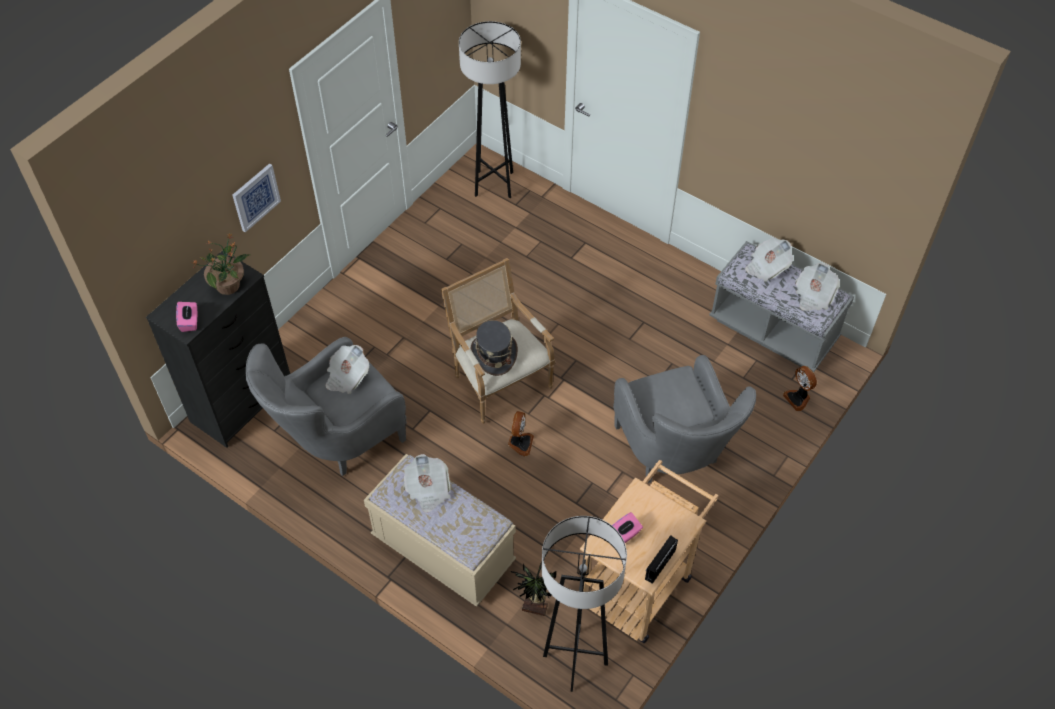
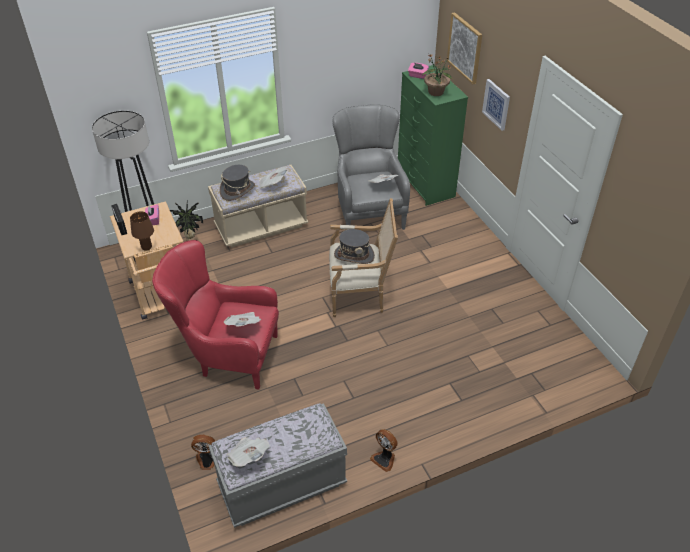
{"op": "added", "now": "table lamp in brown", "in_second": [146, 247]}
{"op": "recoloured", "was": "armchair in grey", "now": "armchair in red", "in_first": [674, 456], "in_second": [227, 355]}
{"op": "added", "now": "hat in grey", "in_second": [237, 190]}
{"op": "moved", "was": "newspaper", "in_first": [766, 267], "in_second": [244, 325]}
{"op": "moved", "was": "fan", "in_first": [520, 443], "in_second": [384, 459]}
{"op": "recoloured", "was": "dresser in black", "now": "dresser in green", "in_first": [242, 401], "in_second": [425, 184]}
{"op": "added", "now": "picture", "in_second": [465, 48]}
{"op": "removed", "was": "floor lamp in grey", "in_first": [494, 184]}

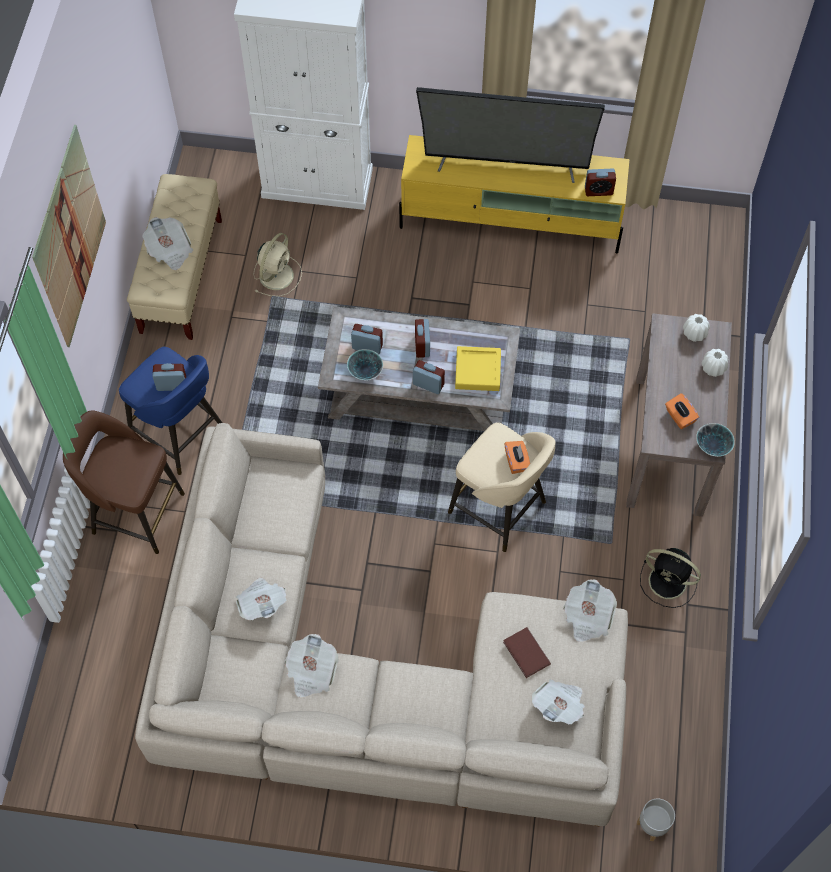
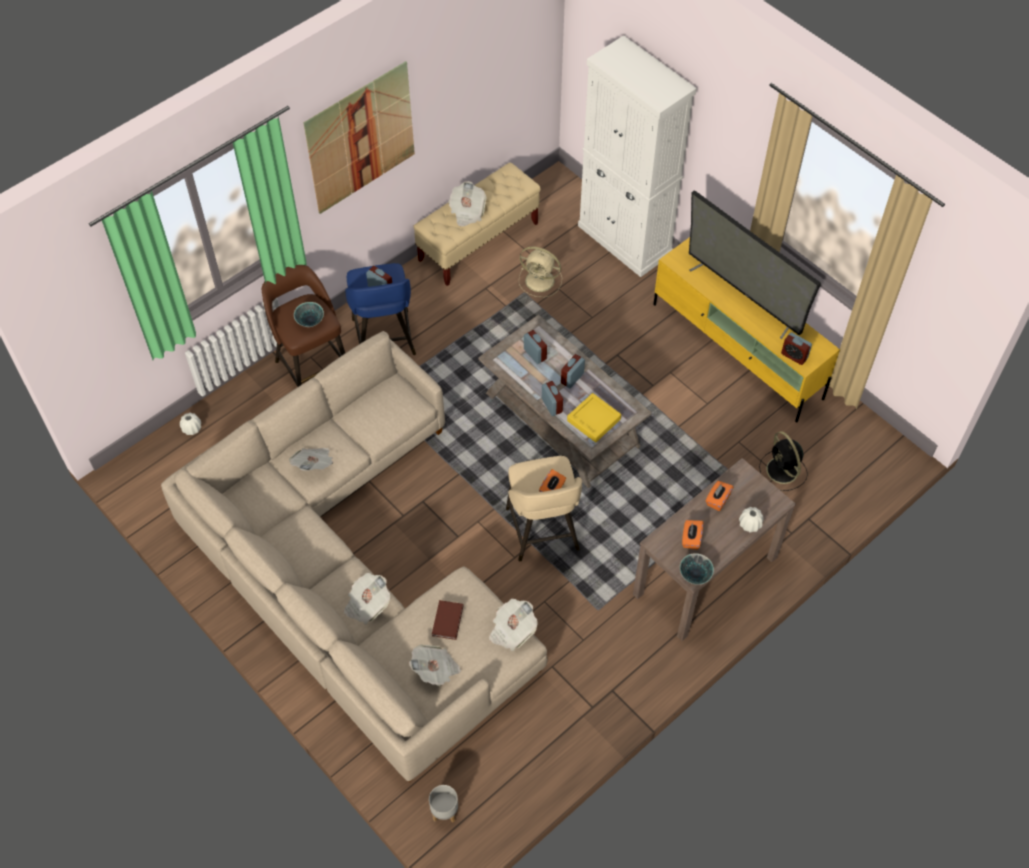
{"op": "moved", "was": "vase in white", "in_first": [694, 333], "in_second": [192, 428]}
{"op": "moved", "was": "bowl", "in_first": [365, 372], "in_second": [310, 321]}
{"op": "moved", "was": "newspaper", "in_first": [311, 672], "in_second": [367, 604]}
{"op": "turned", "was": "fan in beige", "in_first": [277, 274], "in_second": [541, 281], "clockwise": 45}
{"op": "added", "now": "tissue box in orange", "in_second": [717, 500]}
{"op": "moved", "was": "fan in black", "in_first": [669, 582], "in_second": [783, 471]}

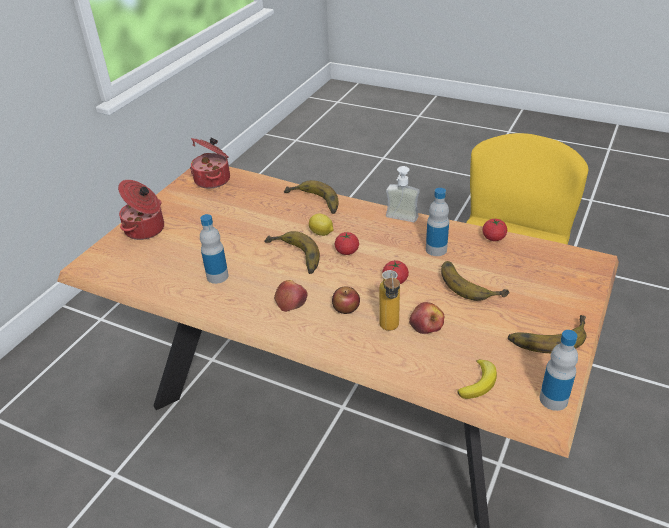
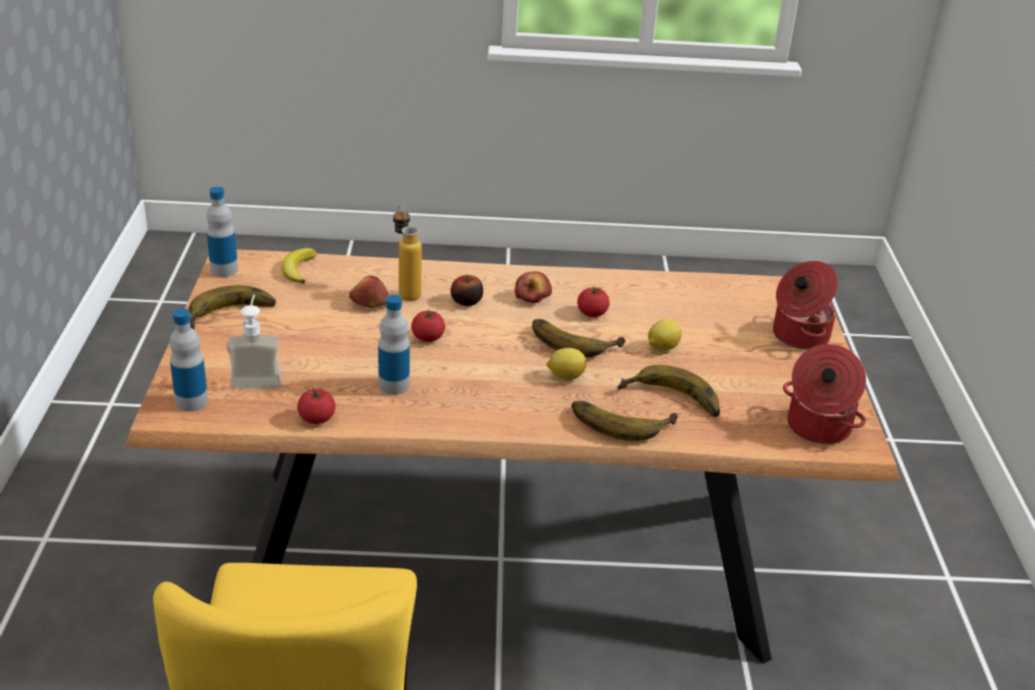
{"op": "moved", "was": "bottle", "in_first": [217, 276], "in_second": [191, 402]}
{"op": "moved", "was": "soap dispenser", "in_first": [400, 220], "in_second": [257, 377]}
{"op": "moved", "was": "tomato", "in_first": [347, 251], "in_second": [592, 313]}
{"op": "moved", "was": "banana", "in_first": [471, 283], "in_second": [670, 402]}
{"op": "added", "now": "lemon", "in_second": [662, 347]}

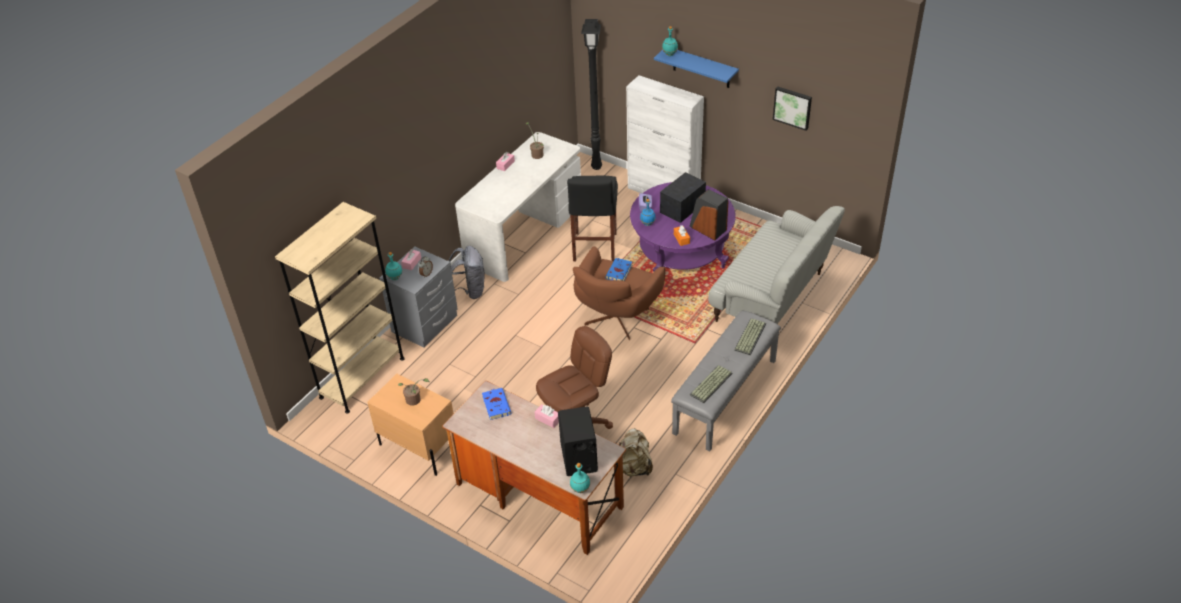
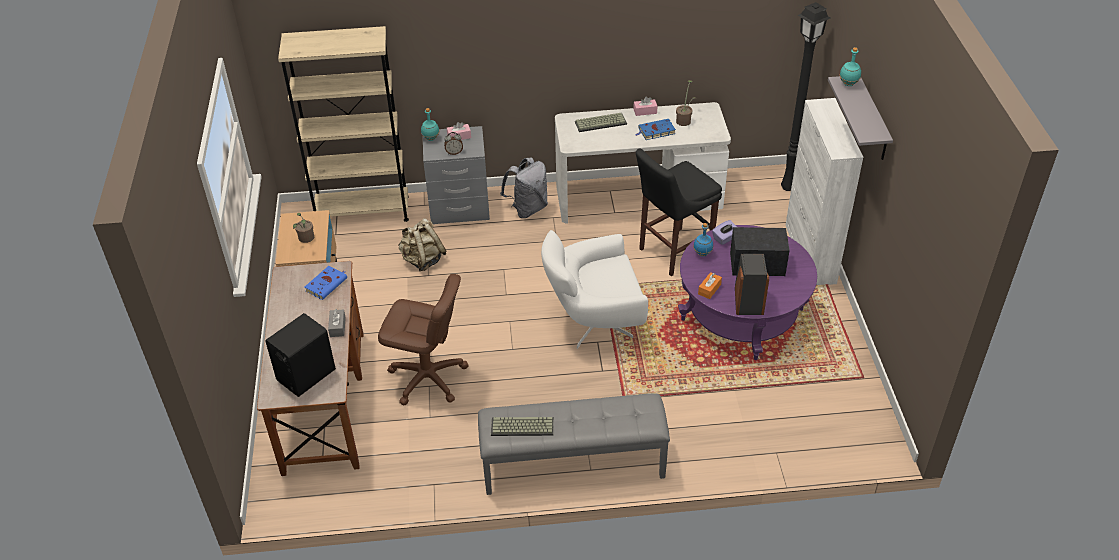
{"op": "recoloured", "was": "tissue box in pink", "now": "tissue box in grey", "in_first": [548, 419], "in_second": [337, 327]}
{"op": "moved", "was": "backpack in beige", "in_first": [633, 467], "in_second": [423, 260]}
{"op": "recoloured", "was": "armchair in brown", "now": "armchair in white", "in_first": [615, 319], "in_second": [594, 323]}
{"op": "moved", "was": "keyboard", "in_first": [749, 336], "in_second": [601, 122]}
{"op": "moved", "was": "book in blue", "in_first": [618, 272], "in_second": [655, 131]}
{"op": "recoloured", "was": "shelf in blue", "now": "shelf in grey", "in_first": [701, 68], "in_second": [873, 120]}
{"op": "removed", "was": "bottle in turquoise", "in_first": [580, 489]}
{"op": "removed", "was": "sofa", "in_first": [772, 298]}
{"op": "removed", "was": "picture", "in_first": [793, 107]}

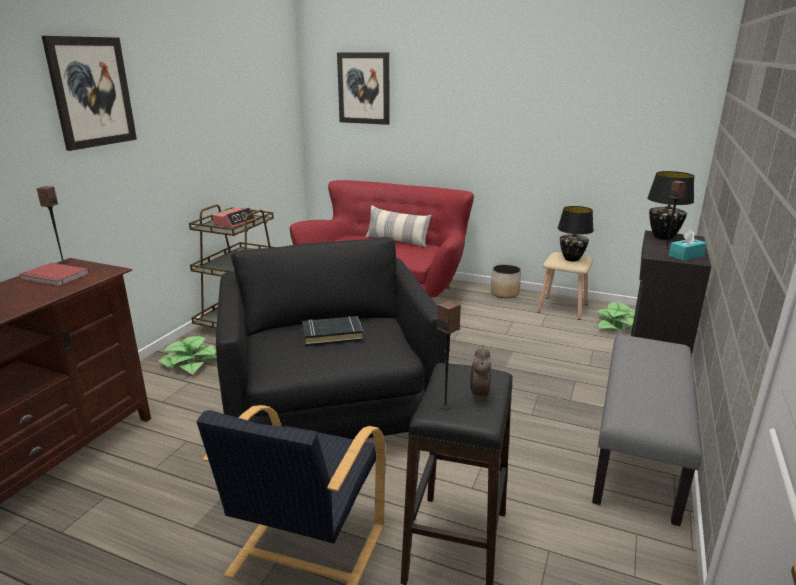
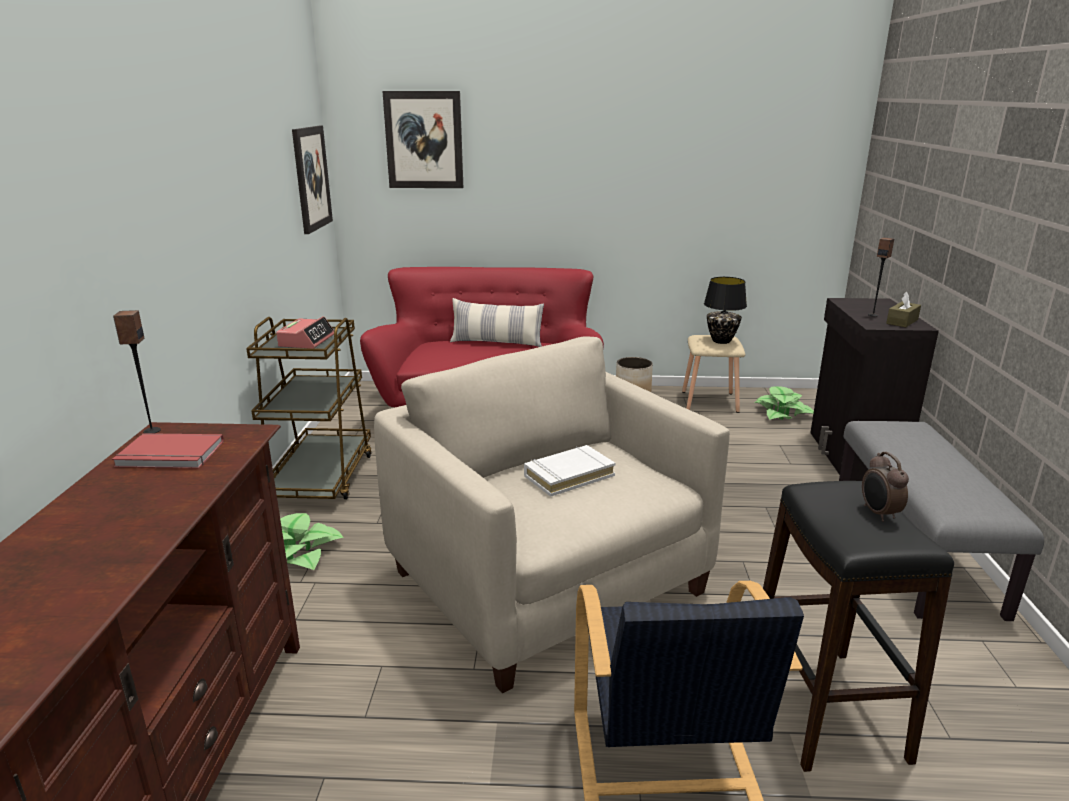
{"op": "moved", "was": "picture", "in_first": [91, 92], "in_second": [311, 178]}
{"op": "recoloured", "was": "armchair in black", "now": "armchair in beige", "in_first": [331, 414], "in_second": [549, 583]}
{"op": "recoloured", "was": "book in black", "now": "book in white", "in_first": [332, 335], "in_second": [568, 475]}
{"op": "recoloured", "was": "tissue box in turquoise", "now": "tissue box in brown", "in_first": [686, 255], "in_second": [902, 321]}
{"op": "removed", "was": "speaker", "in_first": [445, 405]}
{"op": "removed", "was": "table lamp in black", "in_first": [663, 237]}

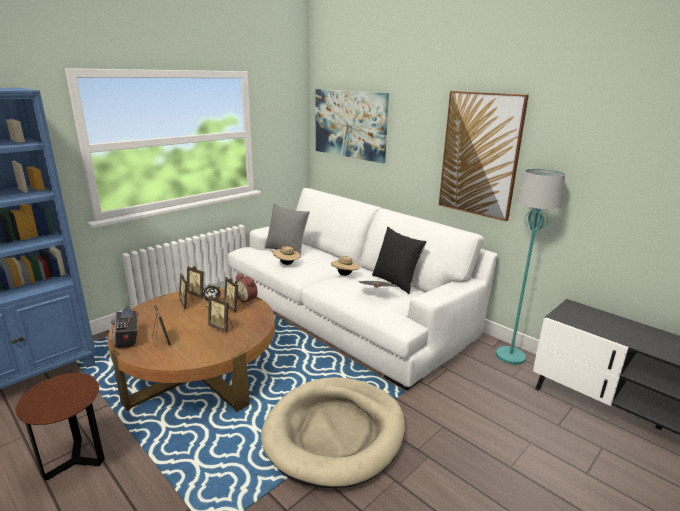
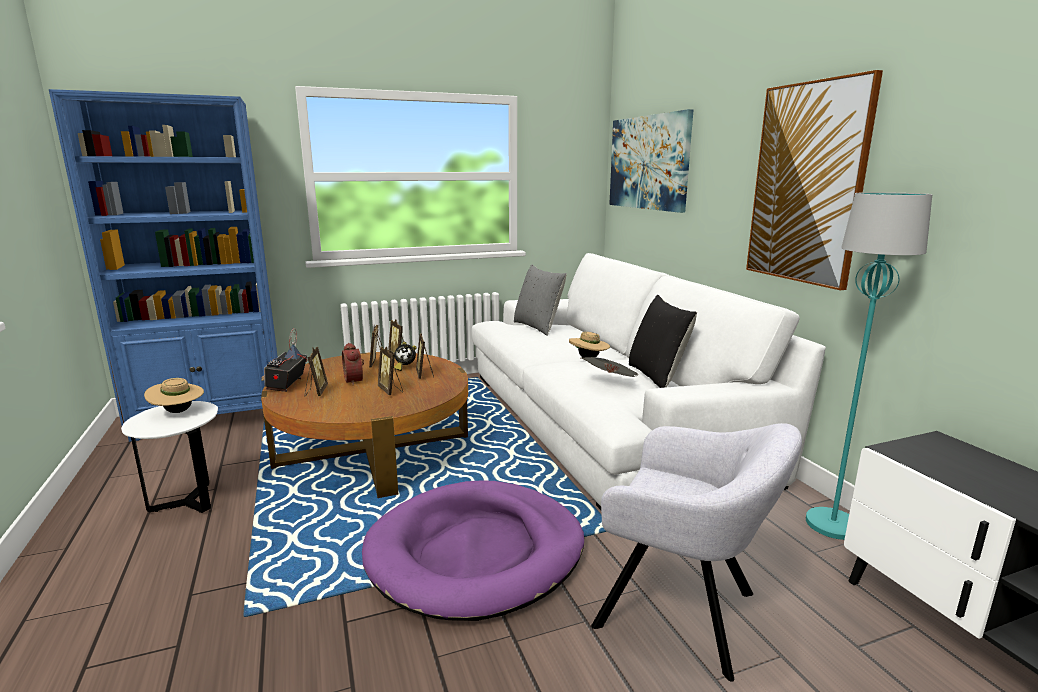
{"op": "recoloured", "was": "side table in brown", "now": "side table in white", "in_first": [75, 461], "in_second": [187, 502]}
{"op": "moved", "was": "hat in beige", "in_first": [287, 264], "in_second": [178, 412]}
{"op": "moved", "was": "alarm clock", "in_first": [247, 299], "in_second": [355, 380]}
{"op": "recoloured", "was": "dog bed in beige", "now": "dog bed in purple", "in_first": [335, 433], "in_second": [476, 553]}
{"op": "added", "now": "armchair in grey", "in_second": [683, 612]}

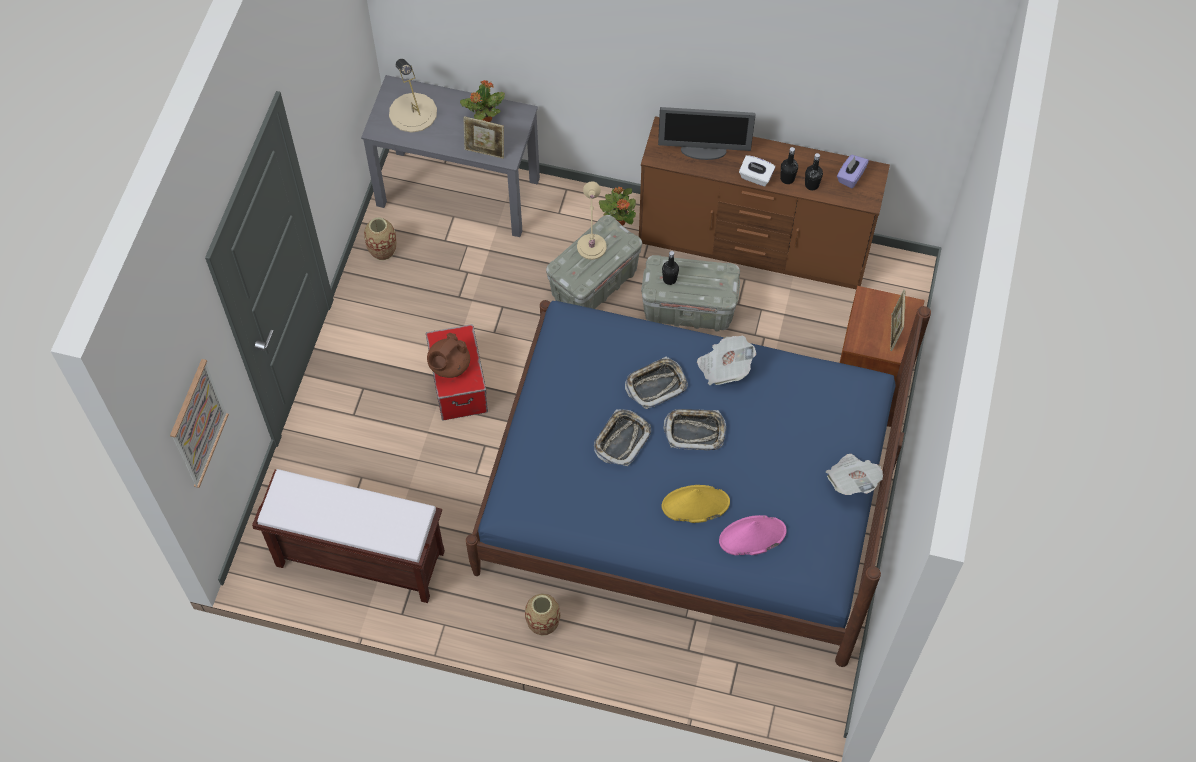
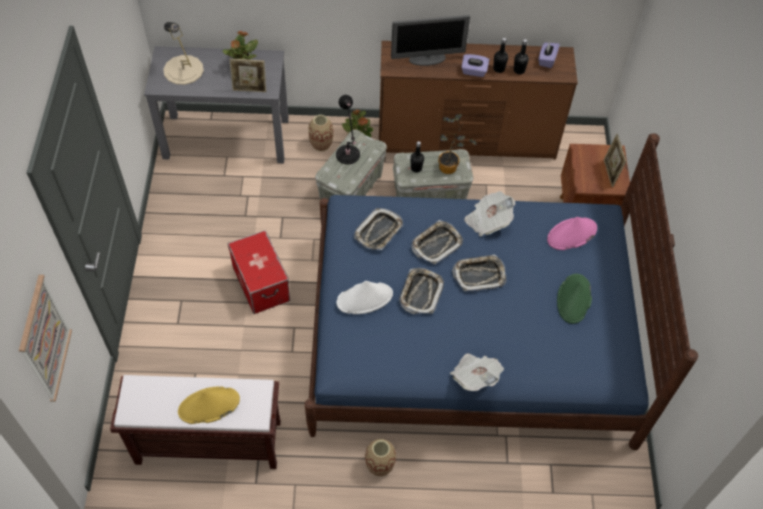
{"op": "moved", "was": "hat in yellow", "in_first": [695, 505], "in_second": [209, 406]}
{"op": "moved", "was": "vase", "in_first": [383, 250], "in_second": [321, 144]}
{"op": "recoloured", "was": "table lamp in beige", "now": "table lamp in black", "in_first": [591, 249], "in_second": [348, 156]}
{"op": "added", "now": "hat in white", "in_second": [365, 298]}
{"op": "added", "now": "tray", "in_second": [379, 231]}
{"op": "added", "now": "potted plant", "in_second": [450, 168]}
{"op": "moved", "was": "newspaper", "in_first": [852, 480], "in_second": [475, 376]}
{"op": "recoloured", "was": "tissue box in white", "now": "tissue box in purple", "in_first": [755, 177], "in_second": [474, 71]}
{"op": "moved", "was": "hat in pink", "in_first": [752, 536], "in_second": [571, 234]}
{"op": "added", "now": "hat in green", "in_second": [574, 299]}
{"op": "removed", "was": "teapot in brown", "in_first": [449, 366]}

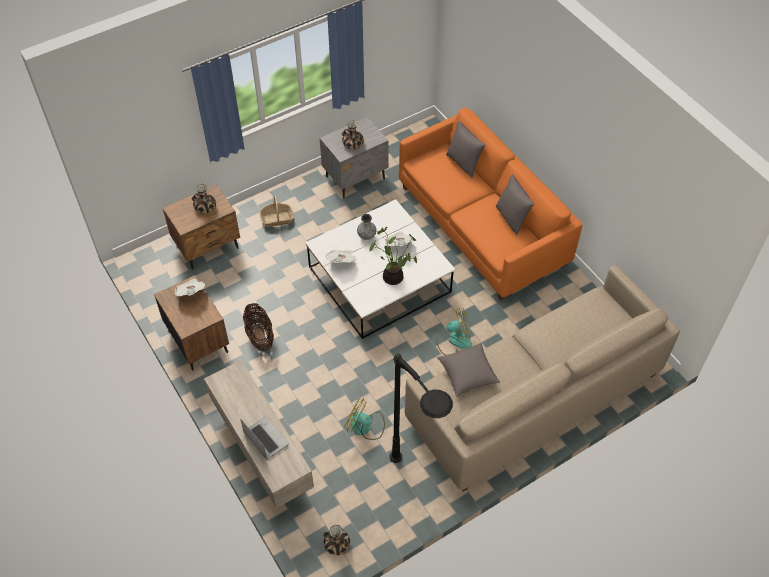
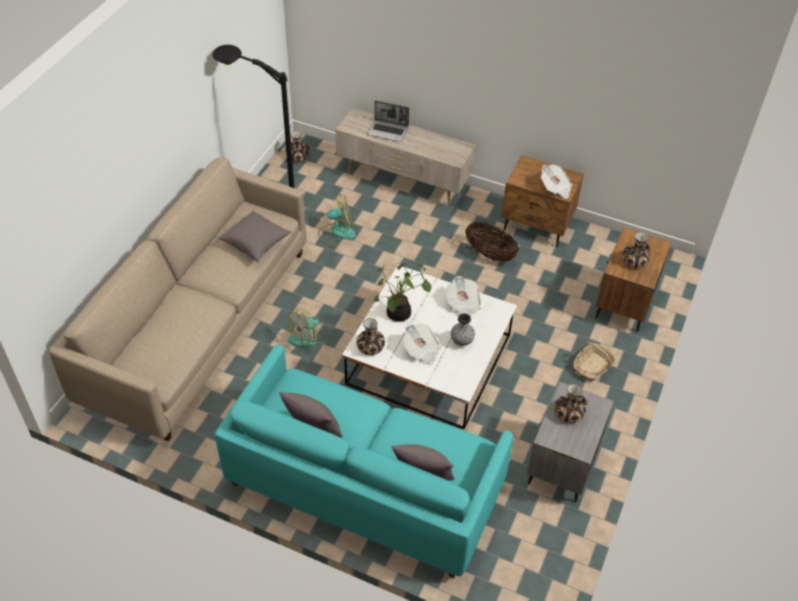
{"op": "recoloured", "was": "sofa in orange", "now": "sofa in turquoise", "in_first": [482, 225], "in_second": [364, 484]}
{"op": "added", "now": "vase", "in_second": [370, 347]}

